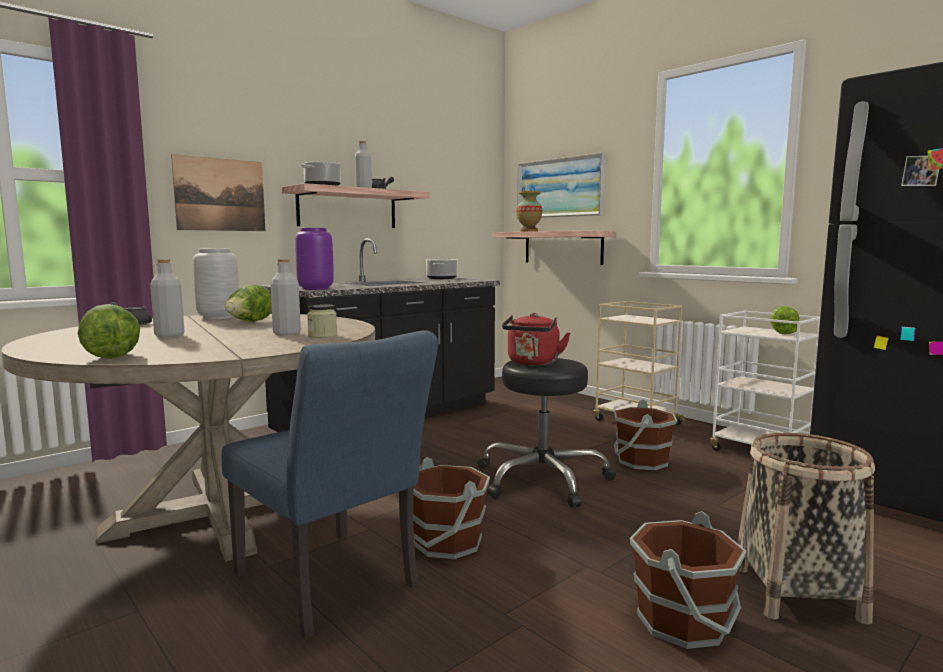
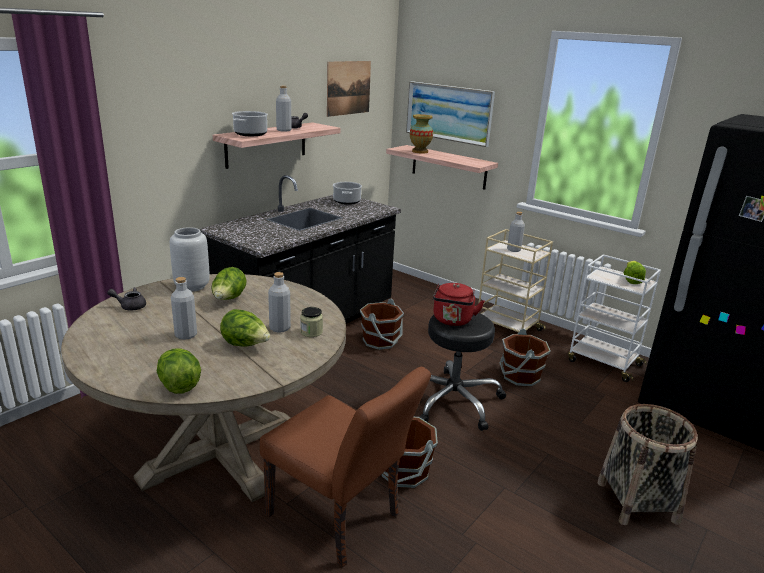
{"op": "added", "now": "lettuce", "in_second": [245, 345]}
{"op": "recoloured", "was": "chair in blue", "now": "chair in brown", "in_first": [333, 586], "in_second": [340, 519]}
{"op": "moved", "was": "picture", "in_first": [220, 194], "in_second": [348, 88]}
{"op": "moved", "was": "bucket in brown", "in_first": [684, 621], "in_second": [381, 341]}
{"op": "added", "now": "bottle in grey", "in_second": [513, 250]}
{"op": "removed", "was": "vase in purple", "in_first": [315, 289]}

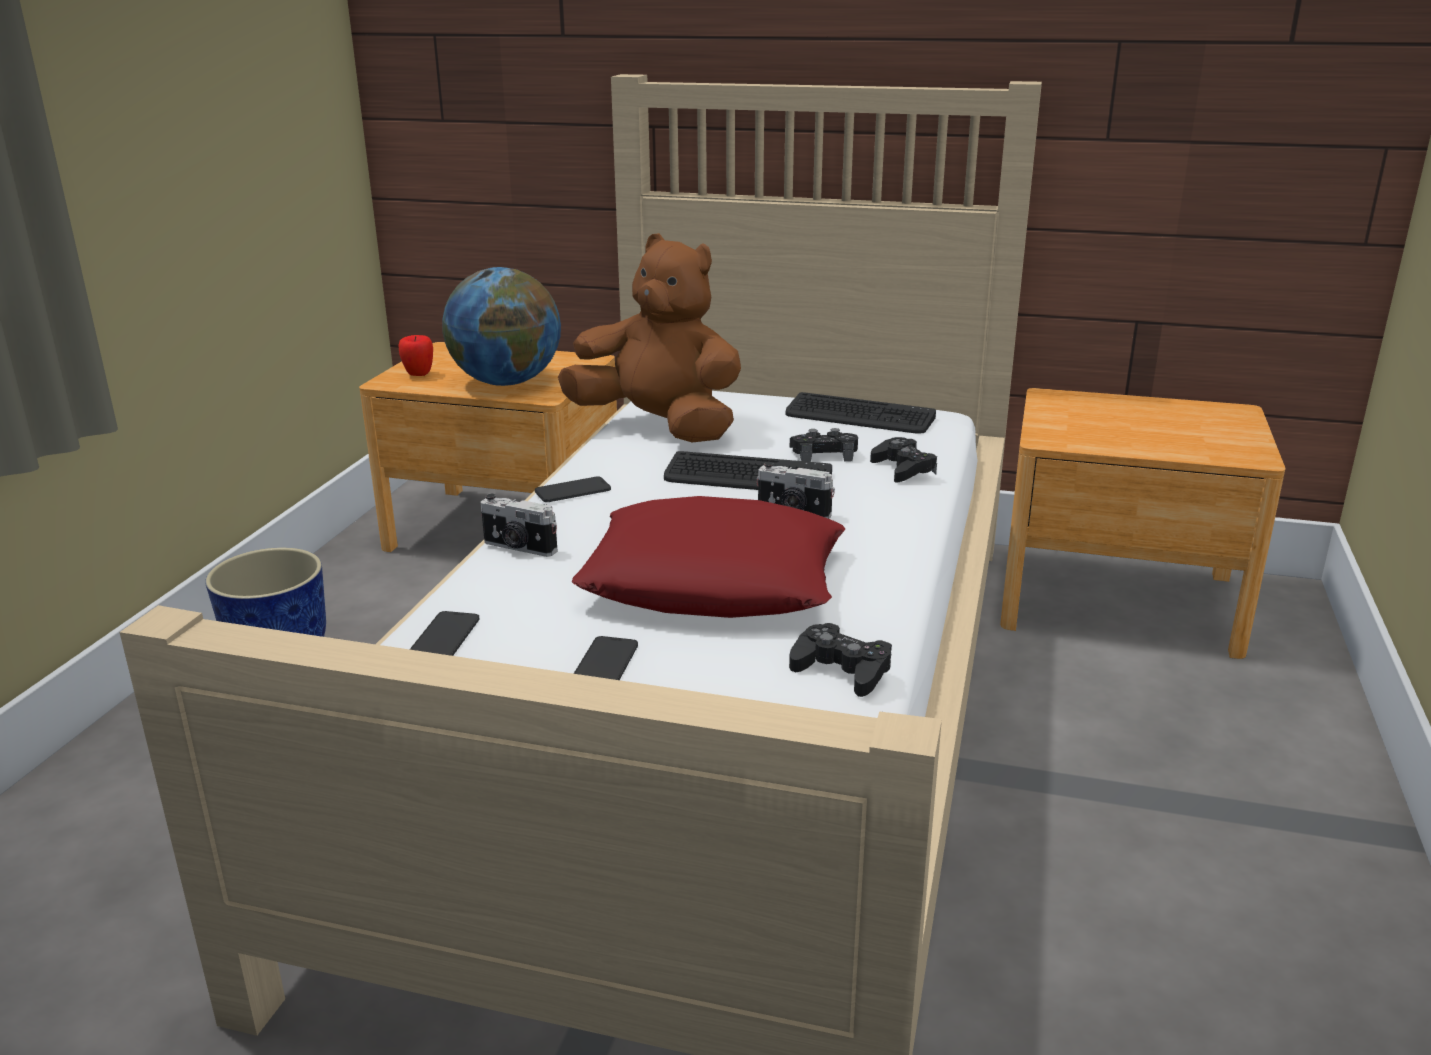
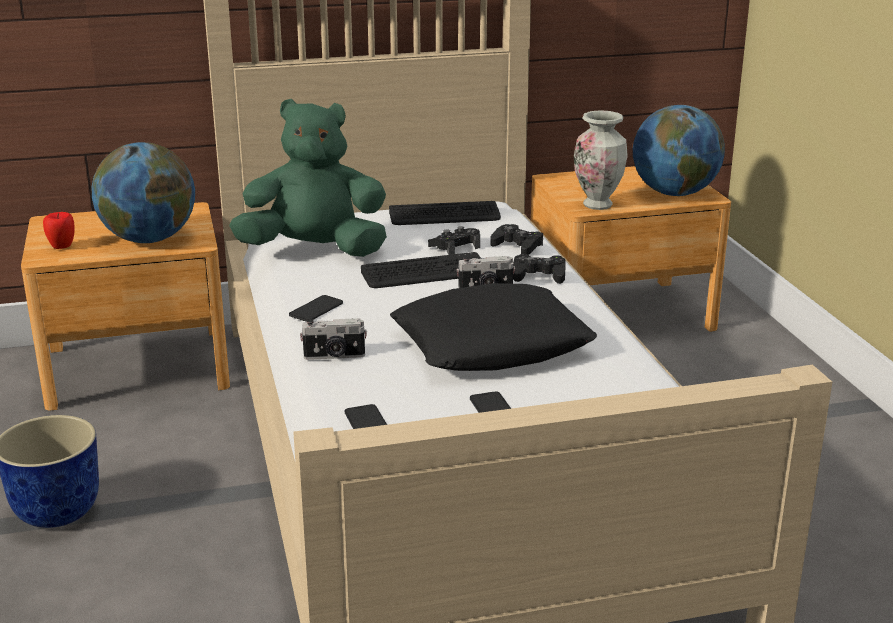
{"op": "recoloured", "was": "plush toy in brown", "now": "plush toy in green", "in_first": [659, 427], "in_second": [315, 251]}
{"op": "recoloured", "was": "pillow in red", "now": "pillow in black", "in_first": [714, 580], "in_second": [492, 344]}
{"op": "moved", "was": "game controller in black", "in_first": [842, 670], "in_second": [539, 275]}
{"op": "added", "now": "vase", "in_second": [598, 205]}
{"op": "added", "now": "globe", "in_second": [674, 193]}

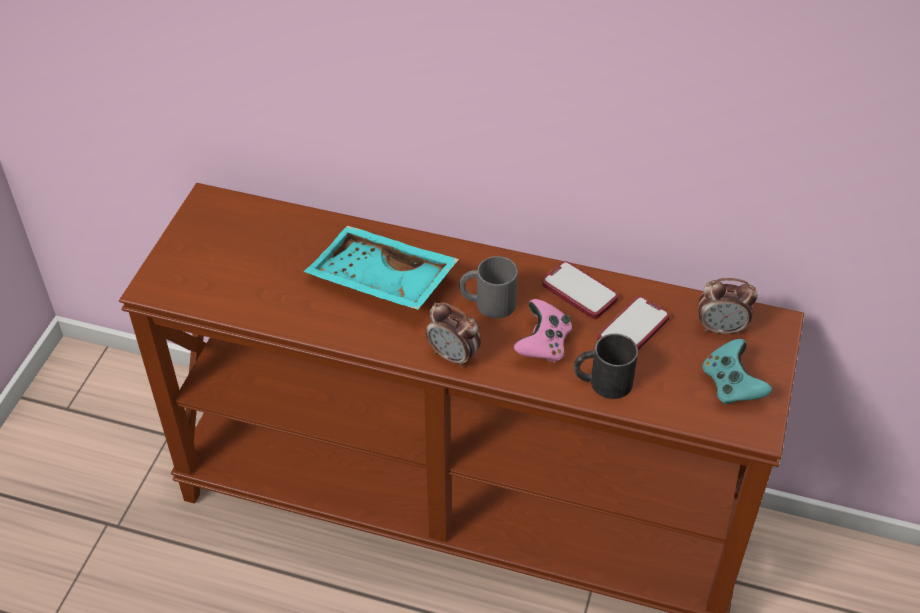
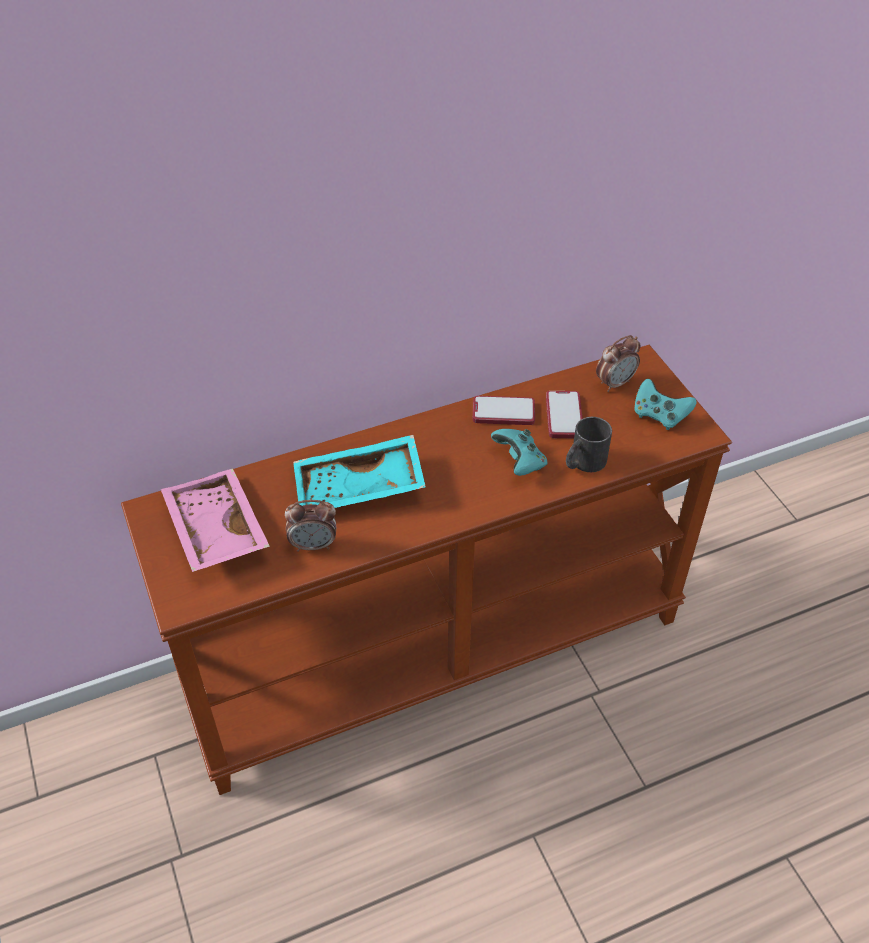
{"op": "added", "now": "tray in pink", "in_second": [213, 531]}
{"op": "moved", "was": "alarm clock", "in_first": [453, 356], "in_second": [313, 545]}
{"op": "recoloured", "was": "game controller in pink", "now": "game controller in turquoise", "in_first": [543, 345], "in_second": [520, 462]}
{"op": "removed", "was": "mug in grey", "in_first": [487, 303]}

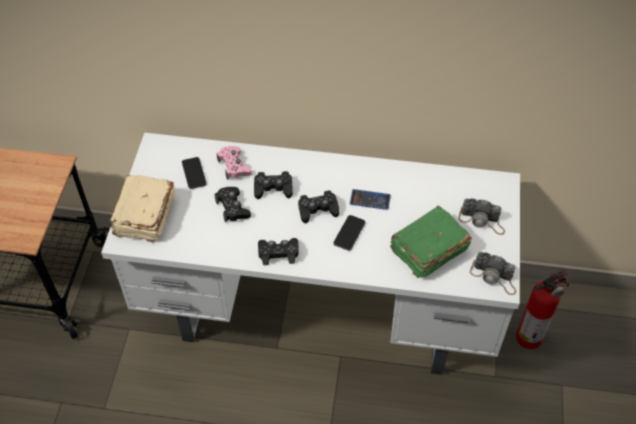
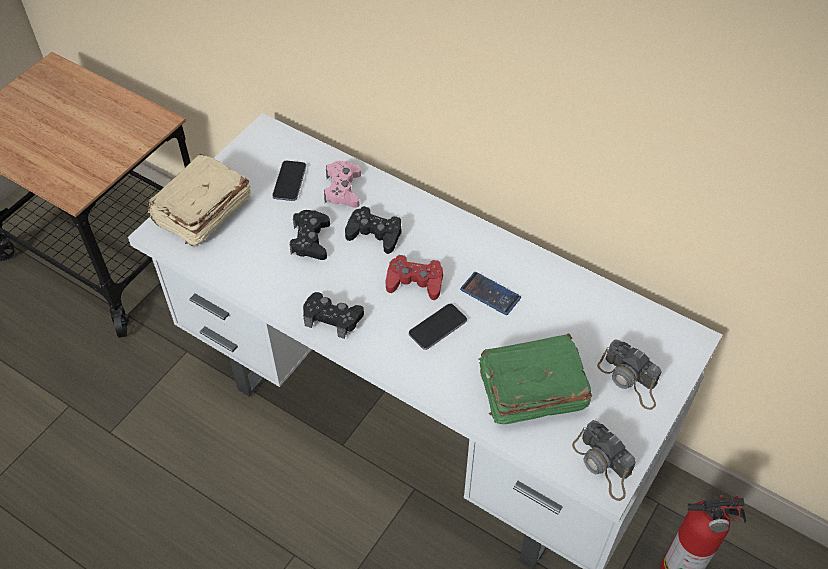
{"op": "recoloured", "was": "game controller in black", "now": "game controller in red", "in_first": [318, 210], "in_second": [415, 282]}

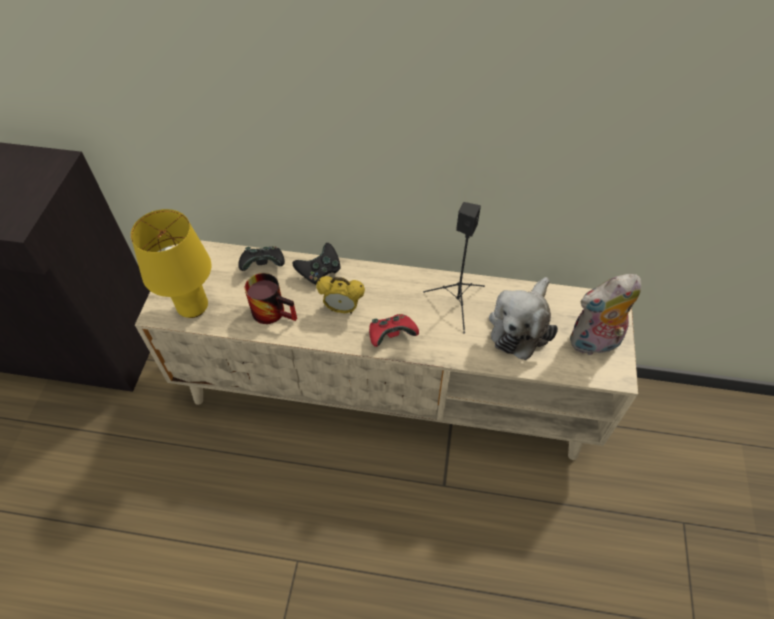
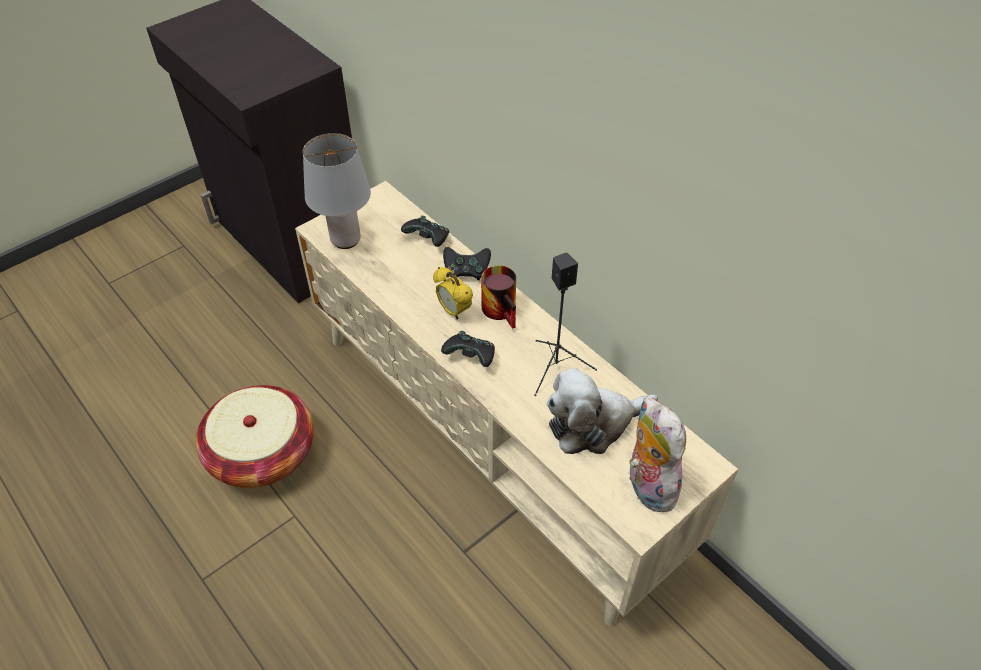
{"op": "added", "now": "basket", "in_second": [262, 453]}
{"op": "recoloured", "was": "table lamp in yellow", "now": "table lamp in grey", "in_first": [192, 308], "in_second": [345, 240]}
{"op": "recoloured", "was": "game controller in red", "now": "game controller in black", "in_first": [391, 336], "in_second": [471, 357]}
{"op": "moved", "was": "mug", "in_first": [275, 310], "in_second": [504, 310]}
{"op": "turned", "was": "plush toy", "in_first": [593, 343], "in_second": [646, 485], "clockwise": 45}

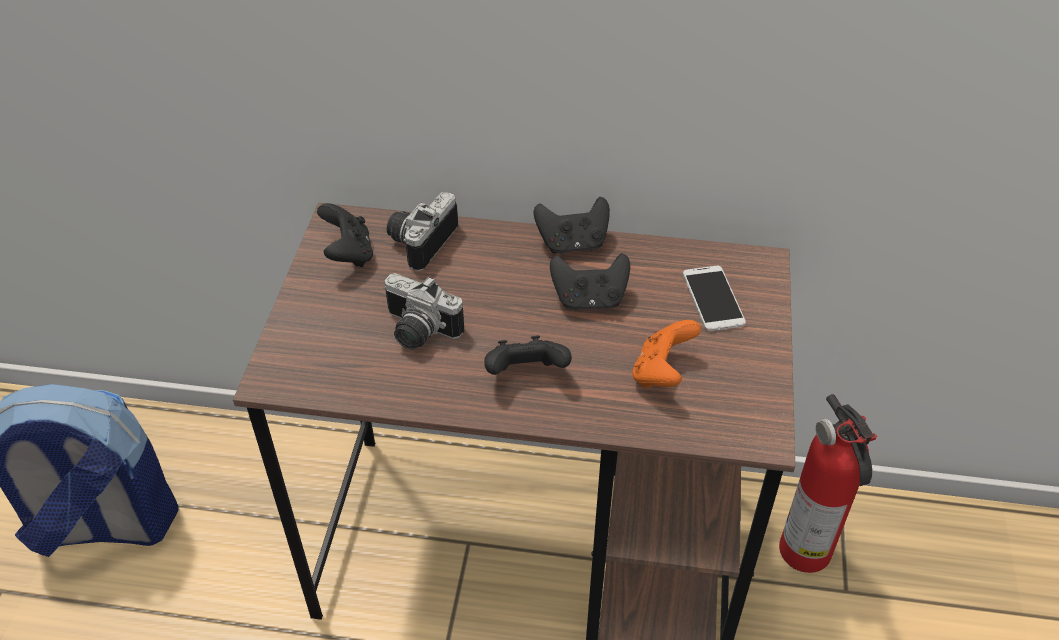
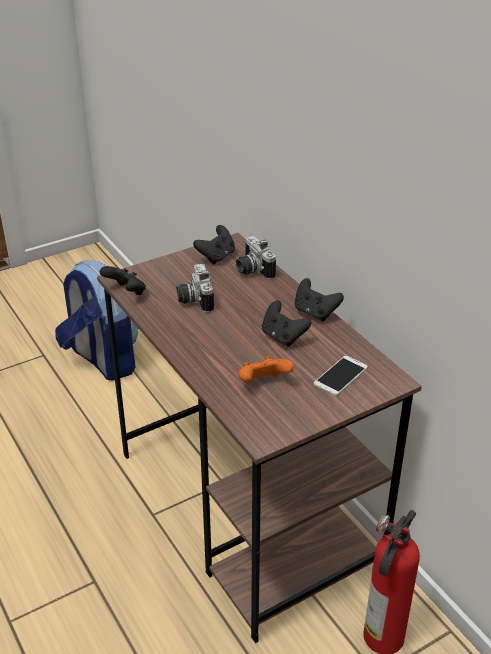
{"op": "moved", "was": "game controller in black", "in_first": [526, 374], "in_second": [126, 292]}
{"op": "turned", "was": "photo camera", "in_first": [419, 241], "in_second": [251, 270], "clockwise": -105}

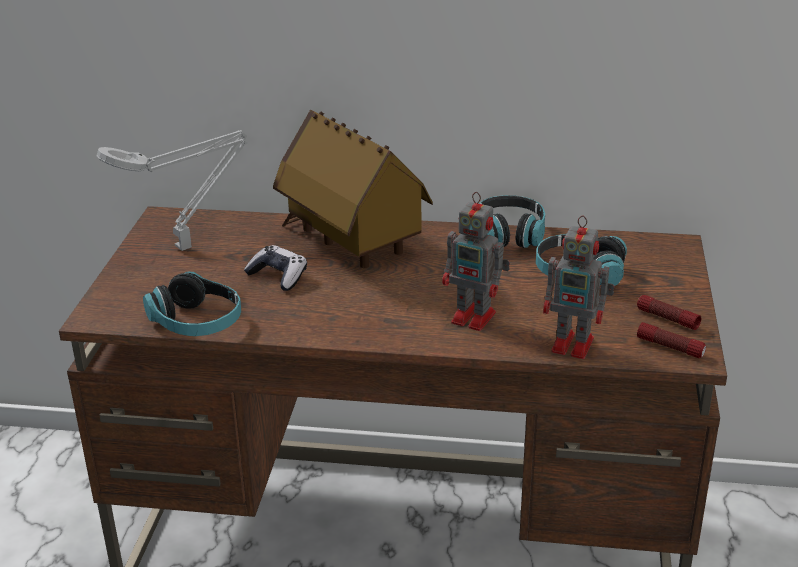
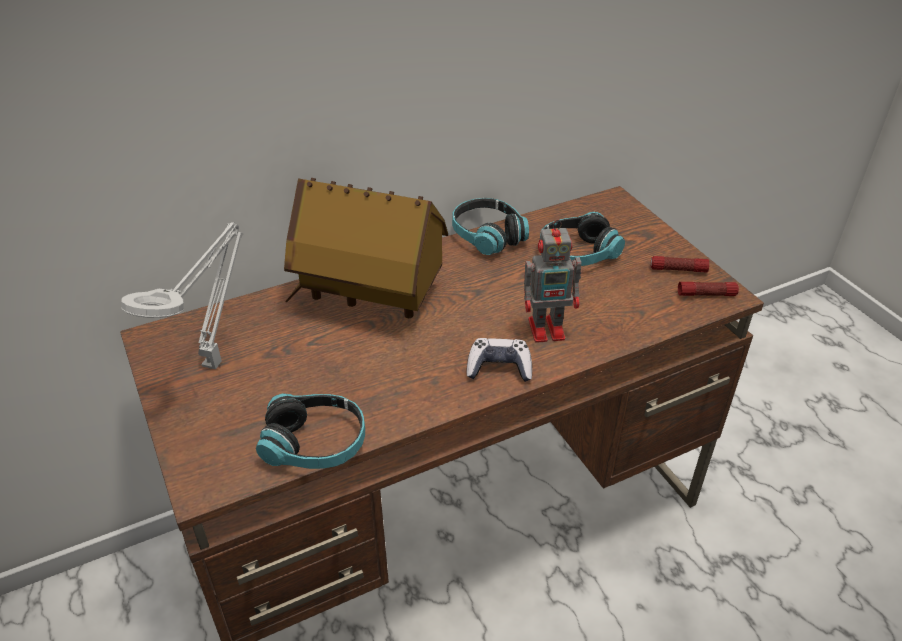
{"op": "moved", "was": "game controller", "in_first": [278, 276], "in_second": [499, 368]}
{"op": "removed", "was": "toy robot", "in_first": [575, 345]}

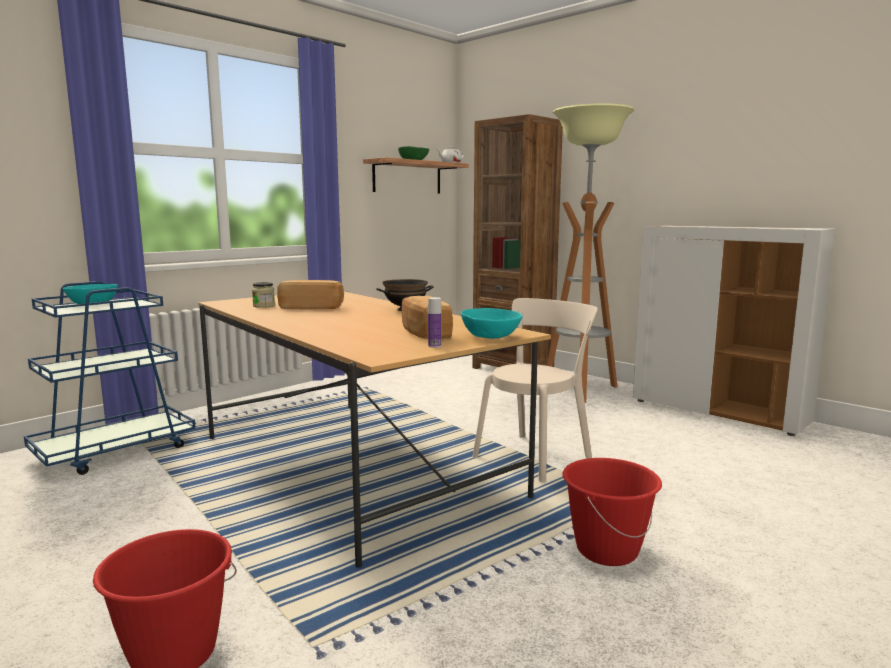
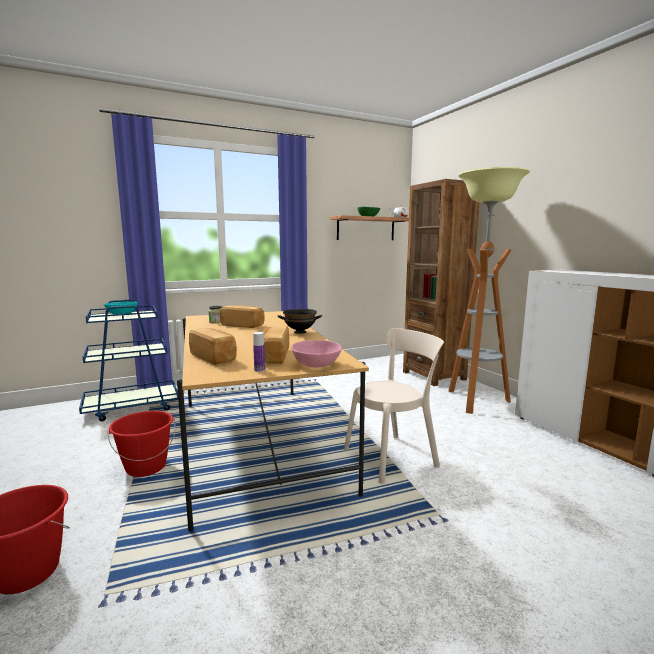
{"op": "moved", "was": "bucket in red", "in_first": [606, 550], "in_second": [146, 467]}
{"op": "added", "now": "bread", "in_second": [214, 357]}
{"op": "recoloured", "was": "bowl in turquoise", "now": "bowl in pink", "in_first": [491, 336], "in_second": [317, 365]}

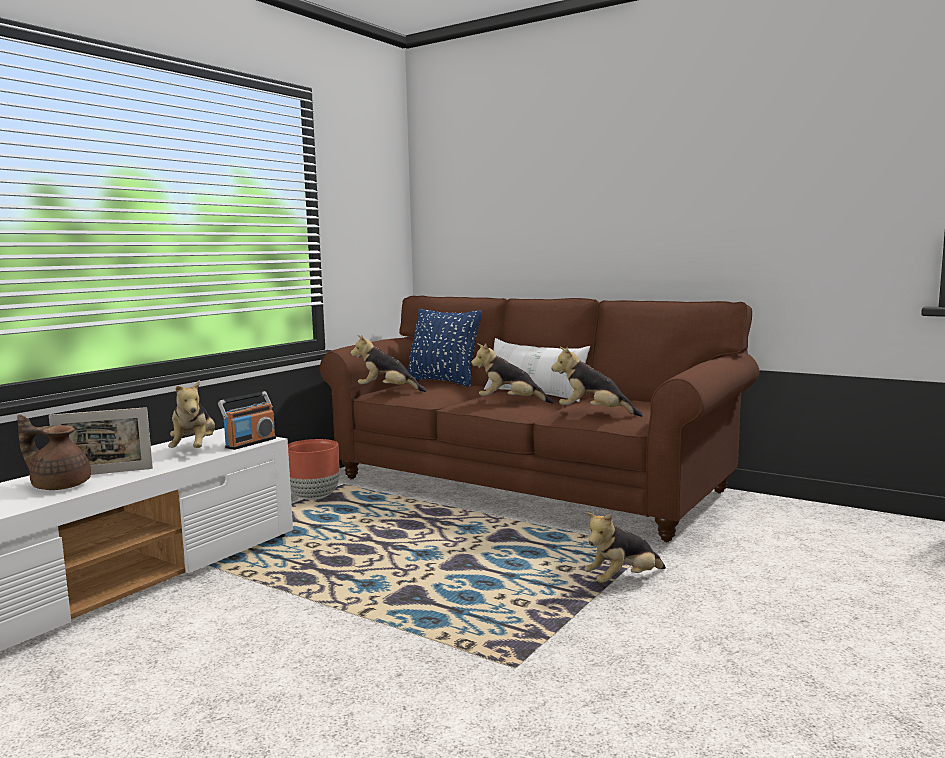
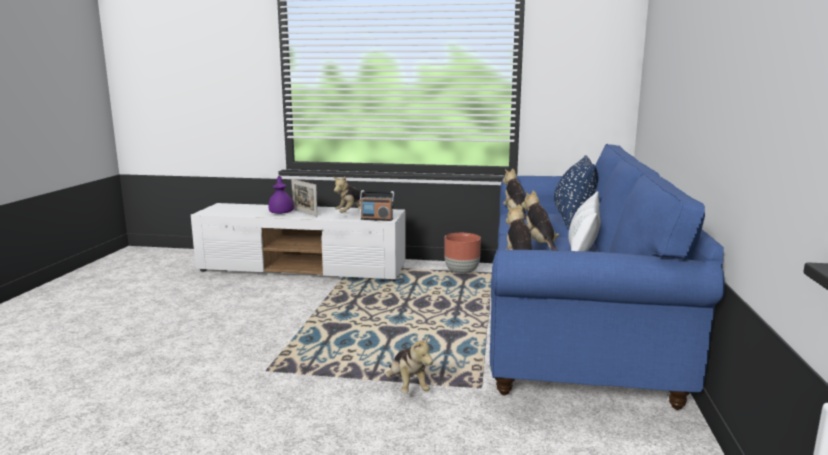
{"op": "recoloured", "was": "teapot in brown", "now": "teapot in purple", "in_first": [59, 486], "in_second": [282, 212]}
{"op": "turned", "was": "plush toy", "in_first": [623, 581], "in_second": [407, 386], "clockwise": -150}
{"op": "recoloured", "was": "sofa in brown", "now": "sofa in blue", "in_first": [528, 485], "in_second": [570, 323]}

